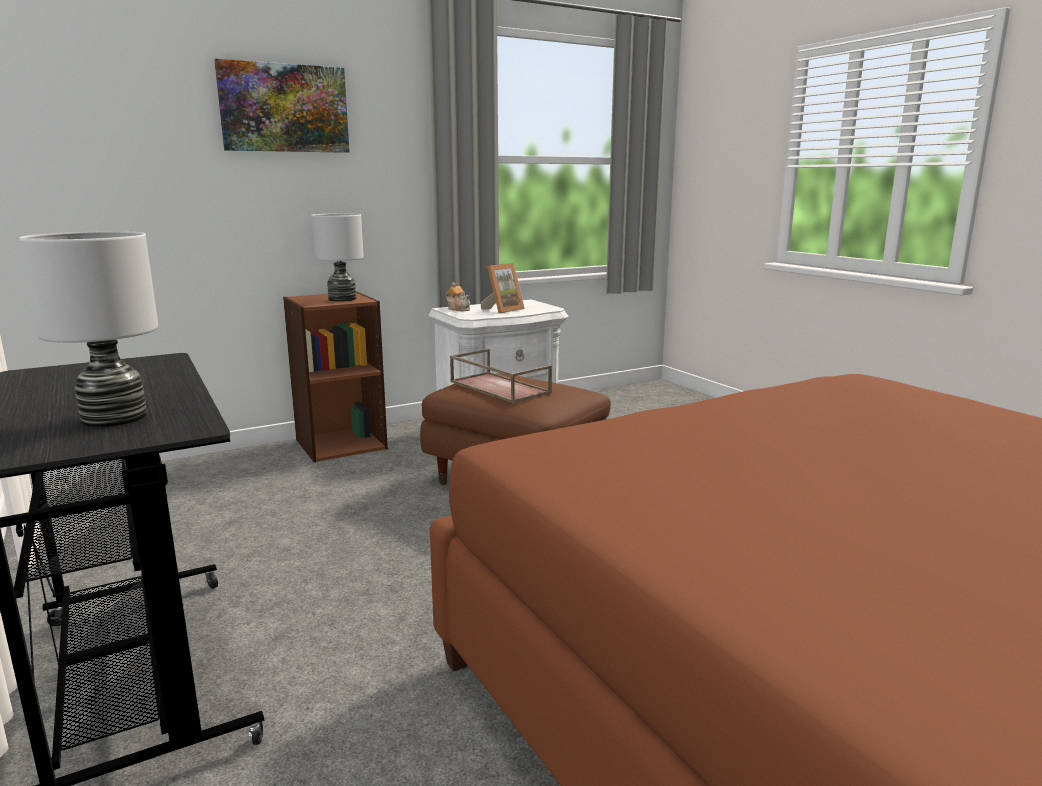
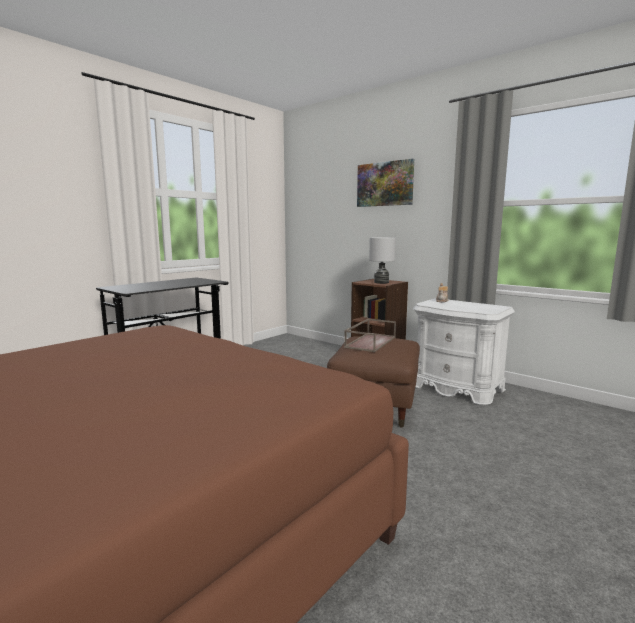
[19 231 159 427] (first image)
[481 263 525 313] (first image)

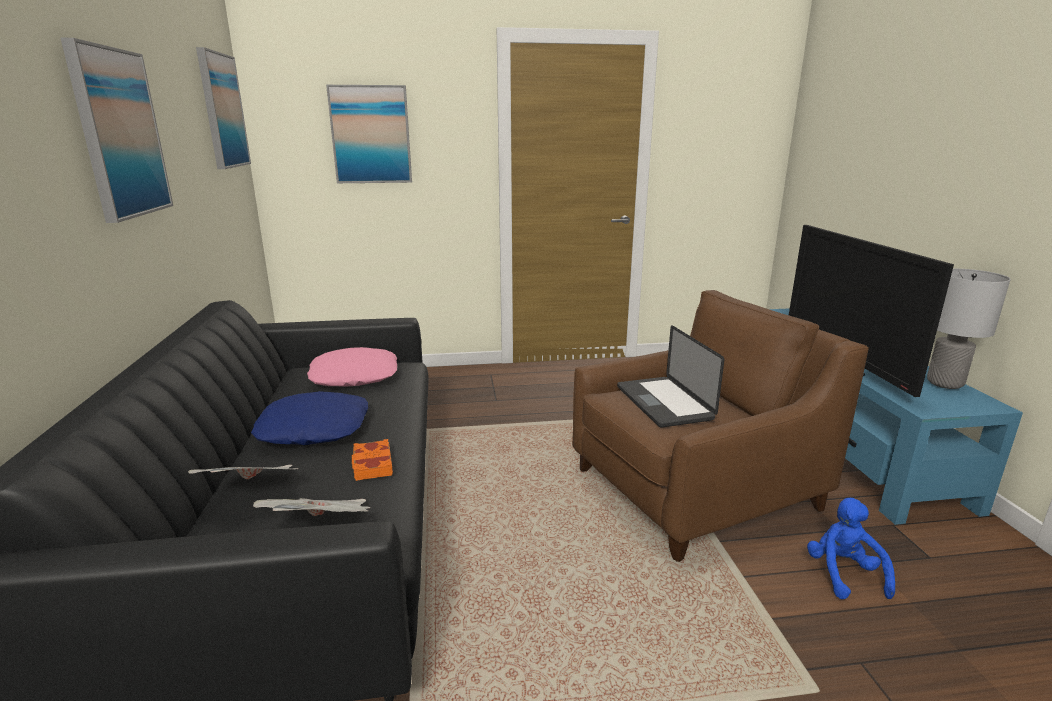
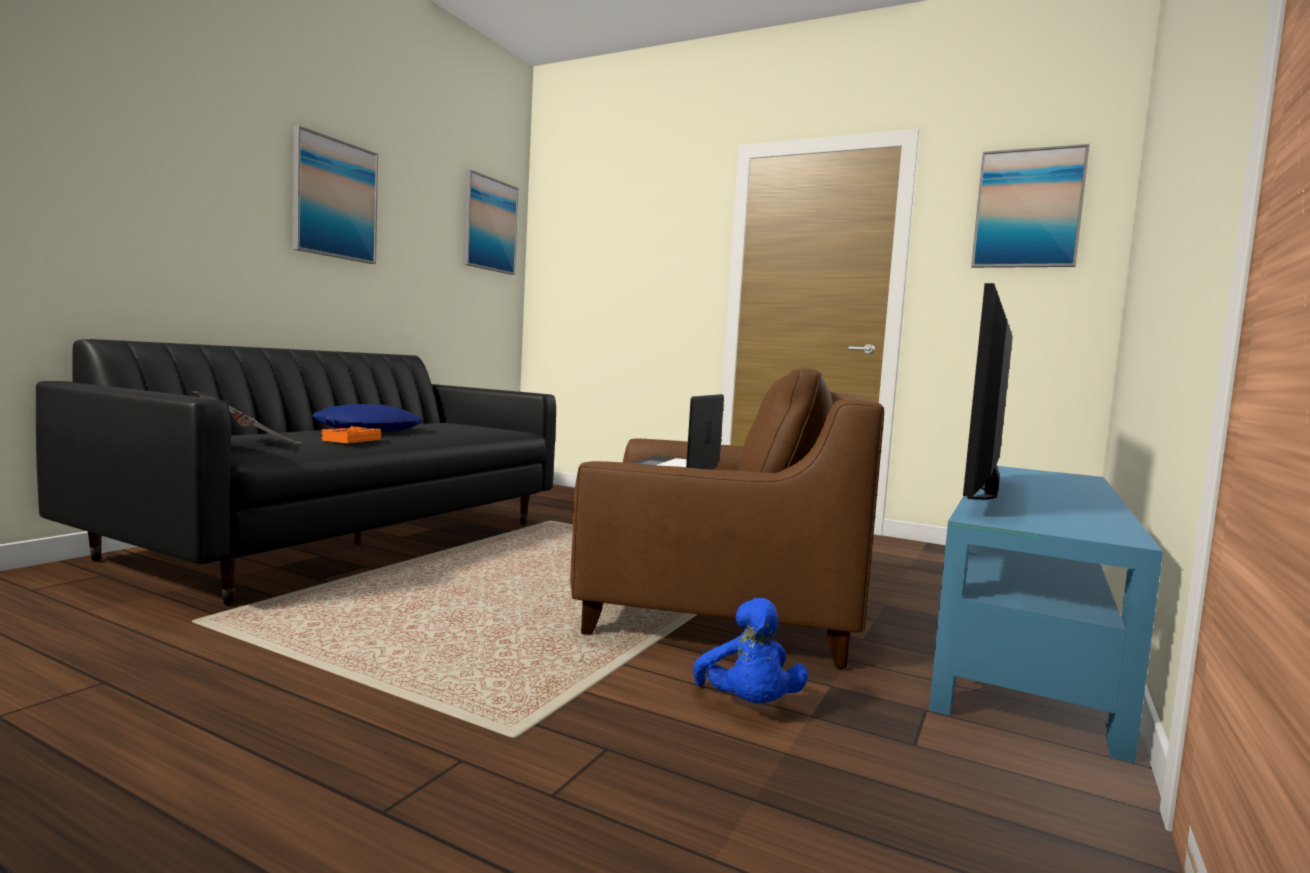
[971 144 1090 268]
[927 269 1011 389] (first image)
[307 347 397 386] (first image)
[188 465 299 479] (first image)
[693 598 808 703]

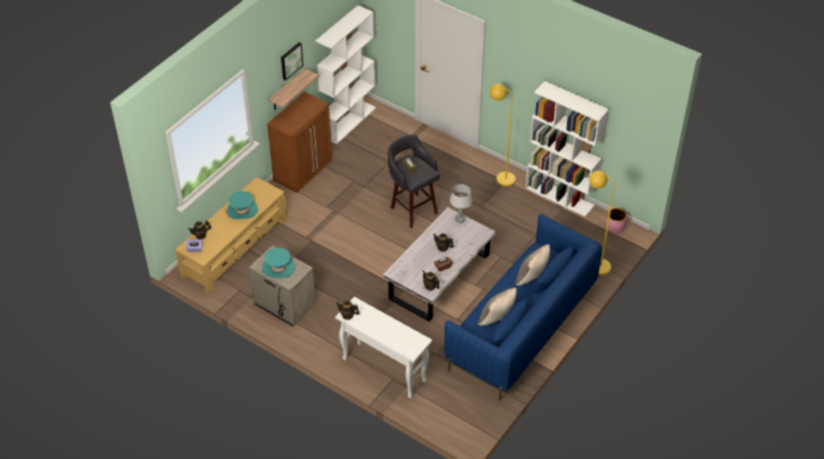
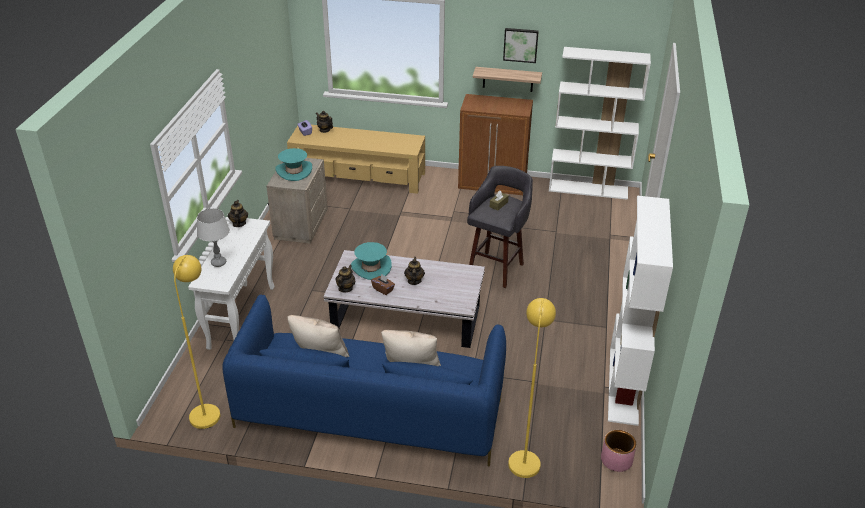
[173 255 220 429]
[197 208 230 267]
[351 242 392 280]

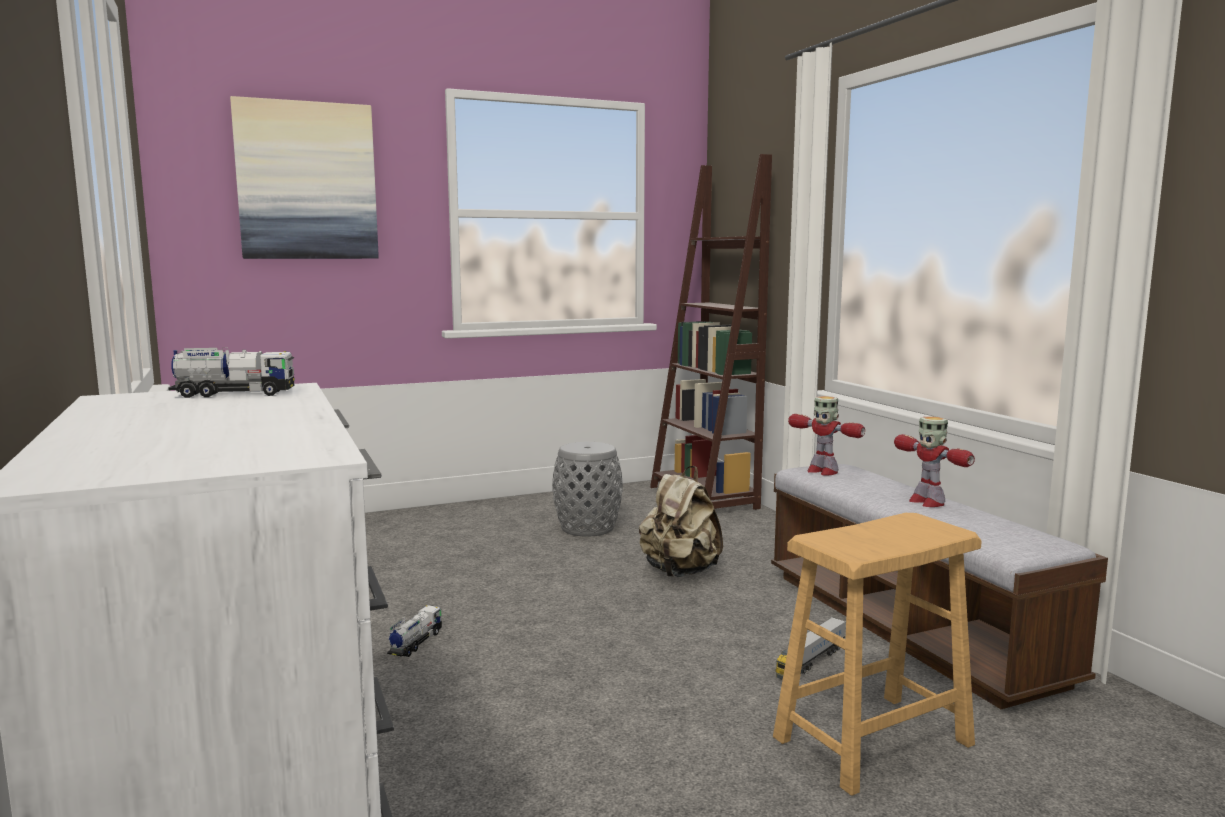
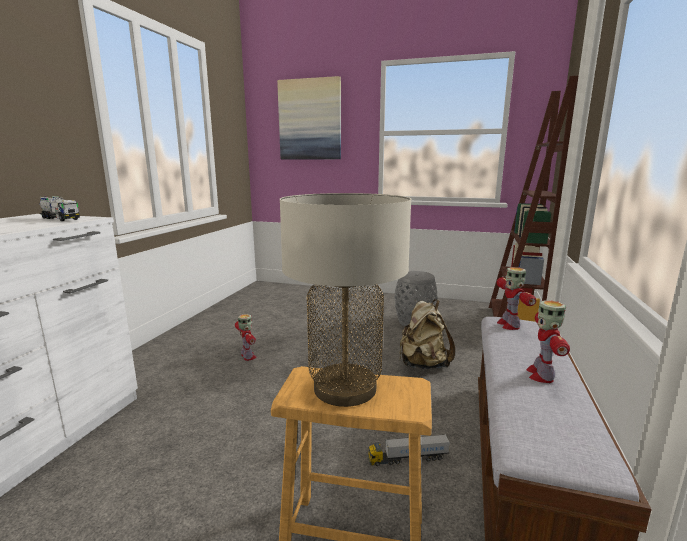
[235 314 256 361]
[280 193 411 407]

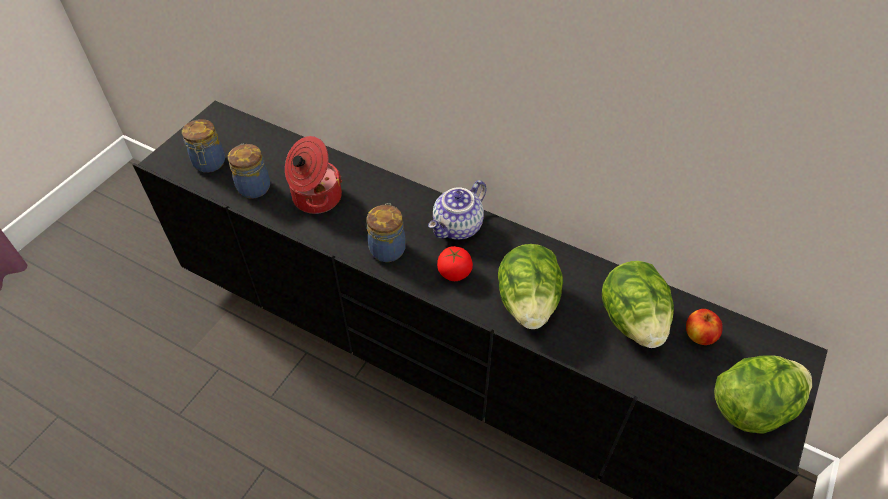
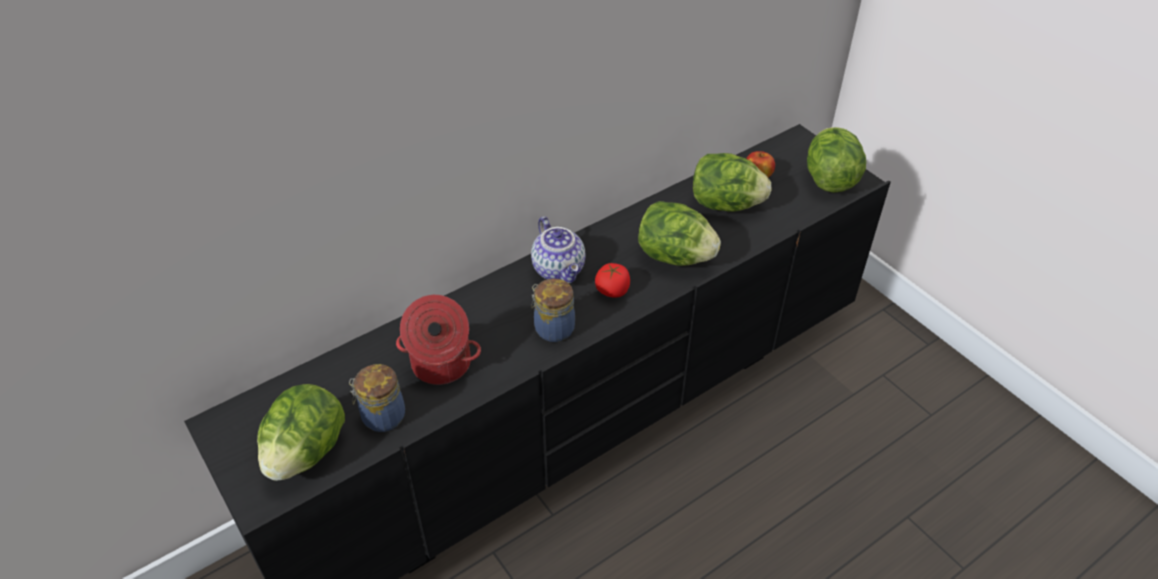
[257 384 345 481]

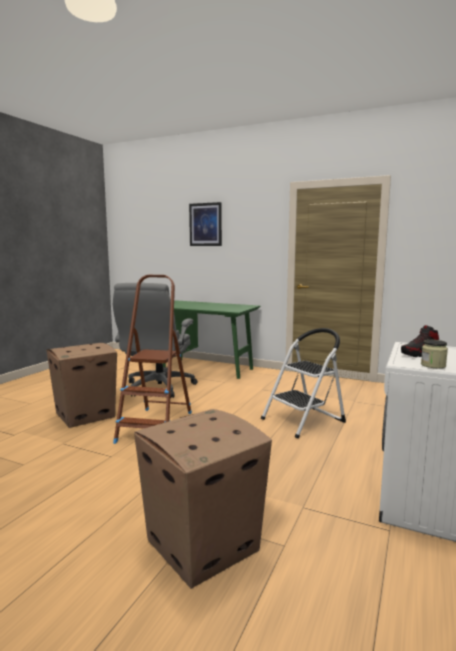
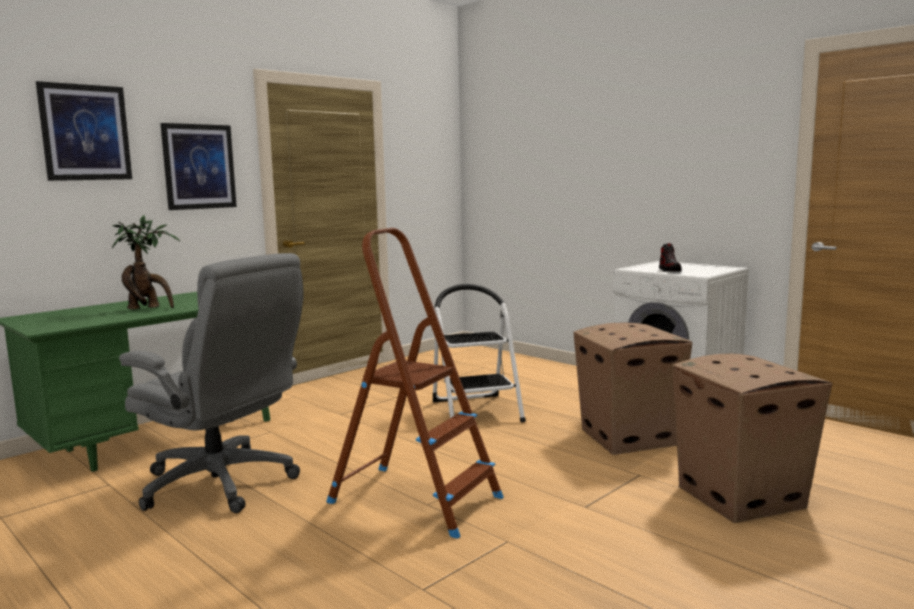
[421 340 448 368] (first image)
[573 323 692 455]
[160 123 237 210]
[112 215 180 310]

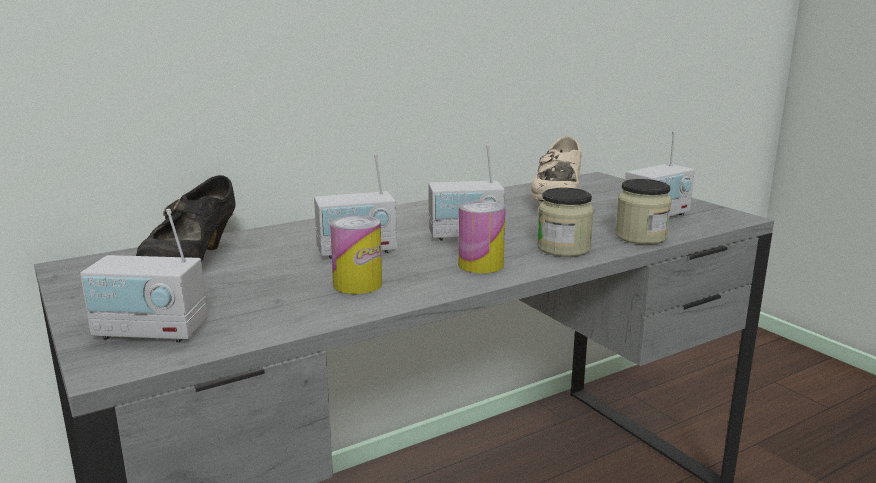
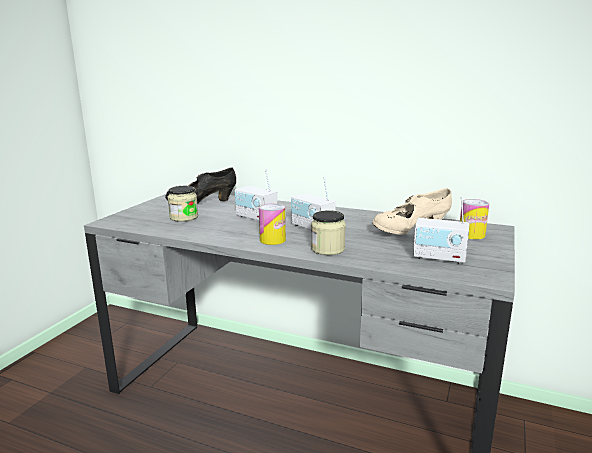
[168 186 198 222]
[80 209 208 343] (first image)
[460 199 489 239]

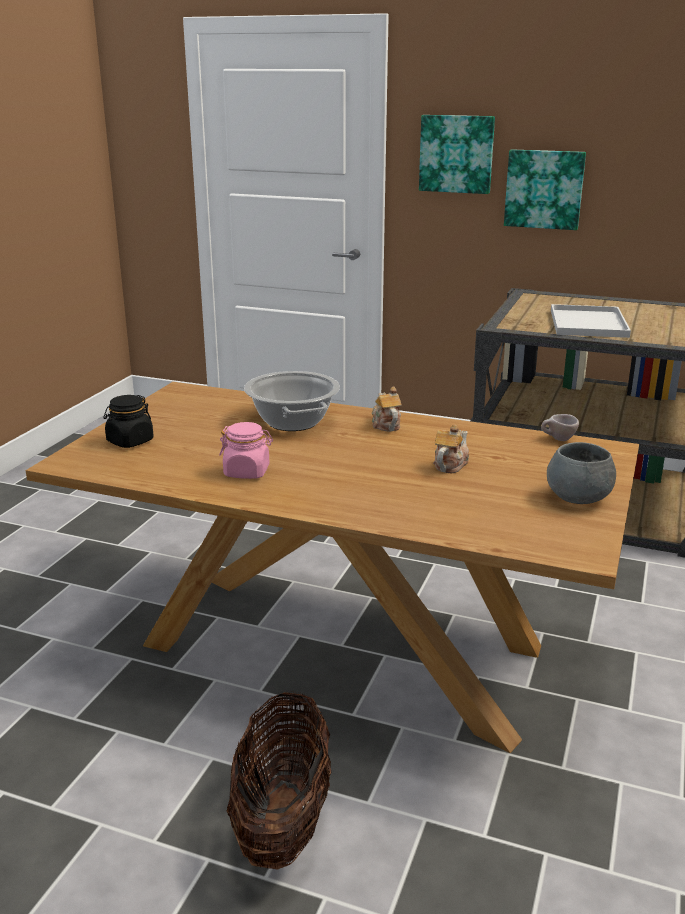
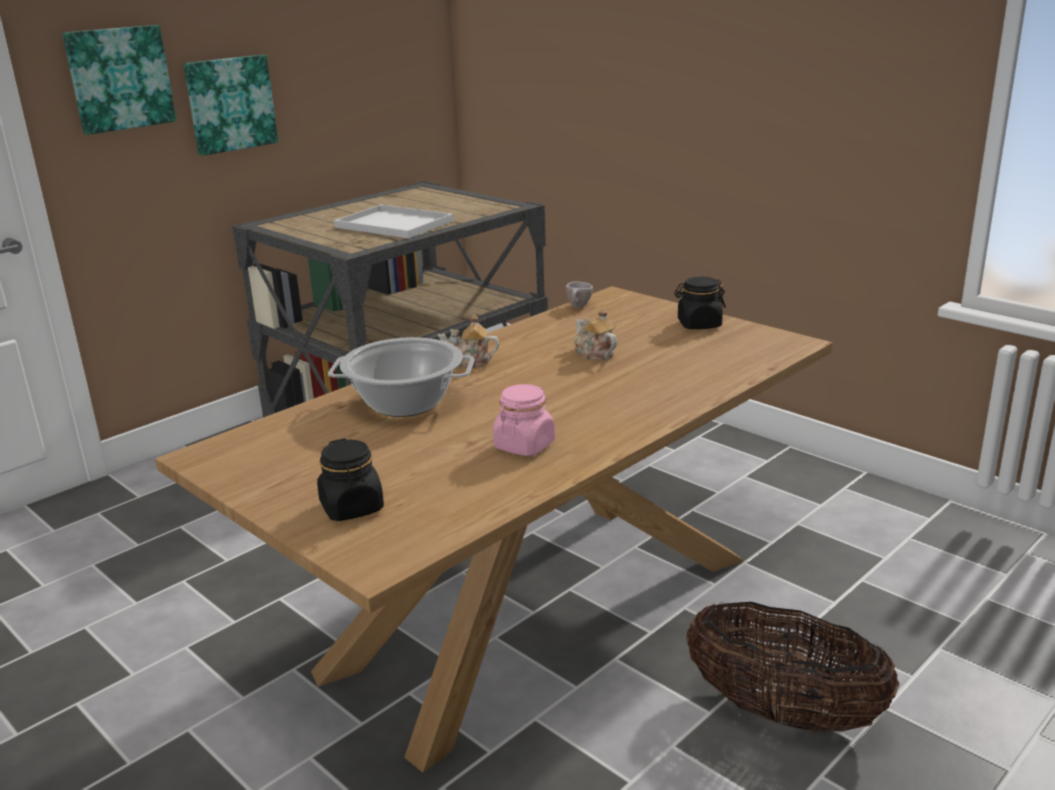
[674 277 726 329]

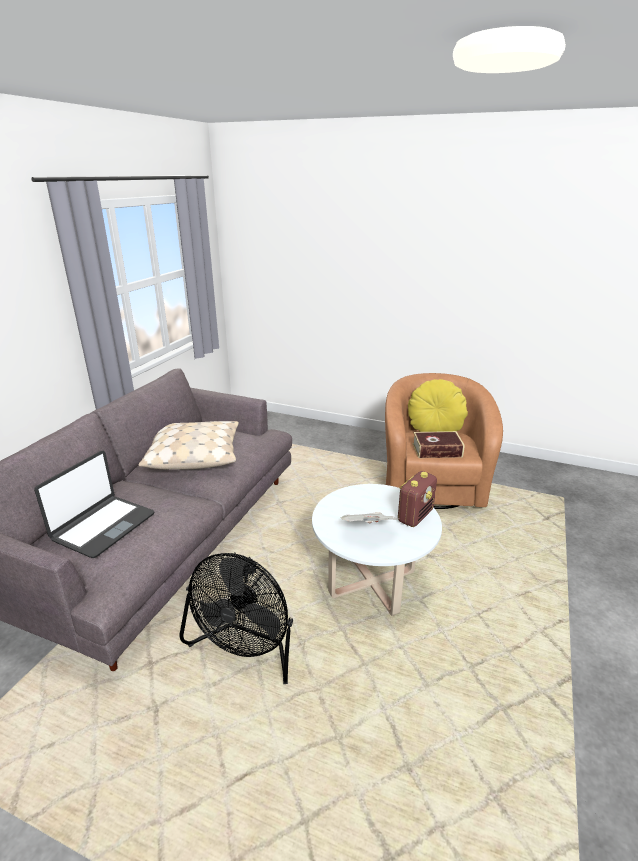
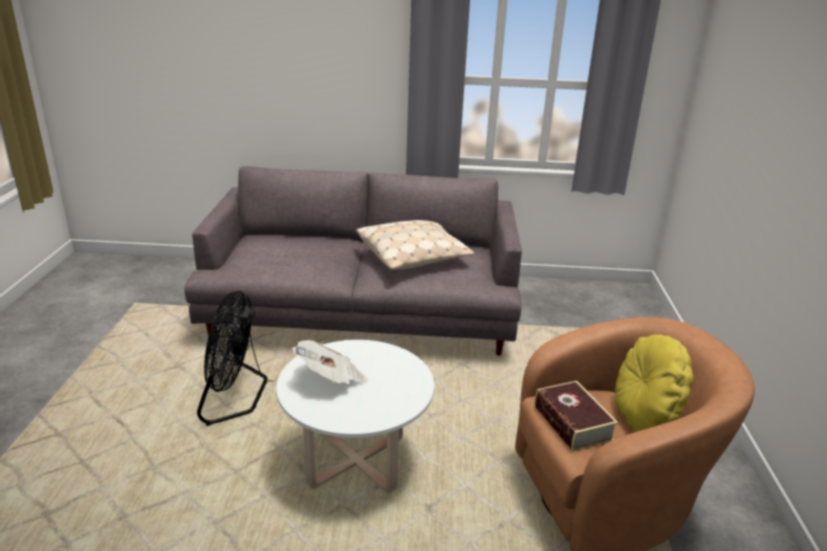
[34 451 155 558] (first image)
[398 471 437 527] (first image)

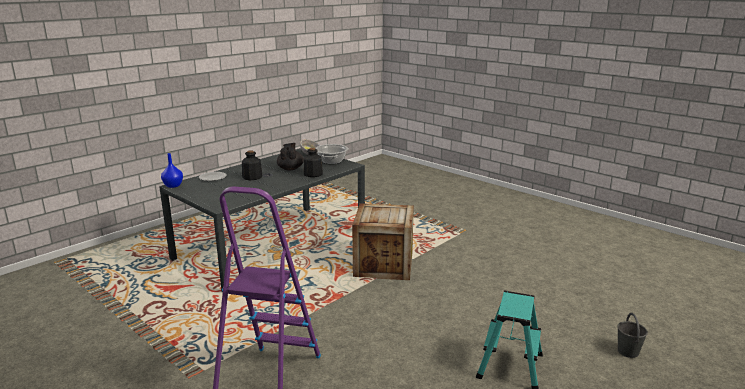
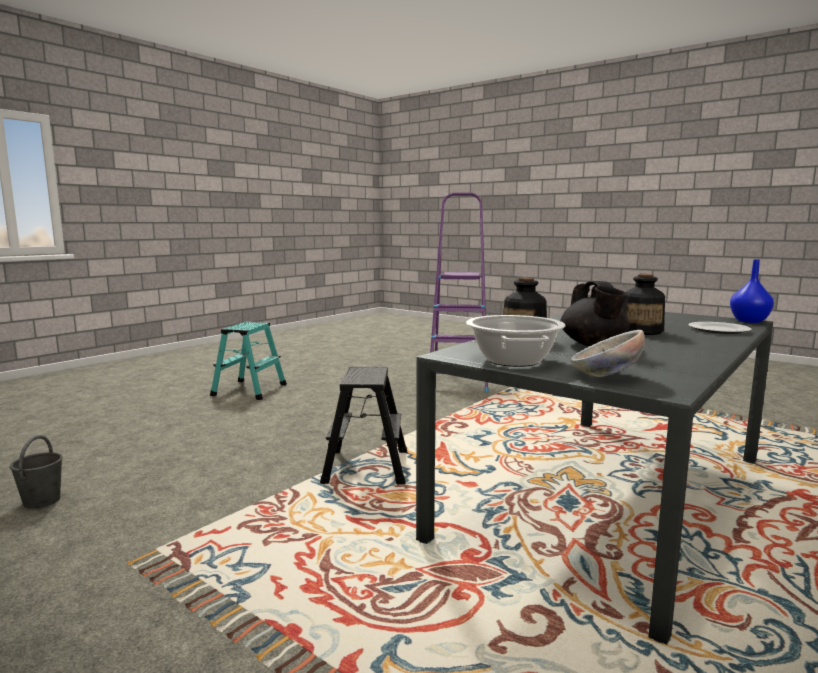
[320 367 407 485]
[10 435 63 509]

